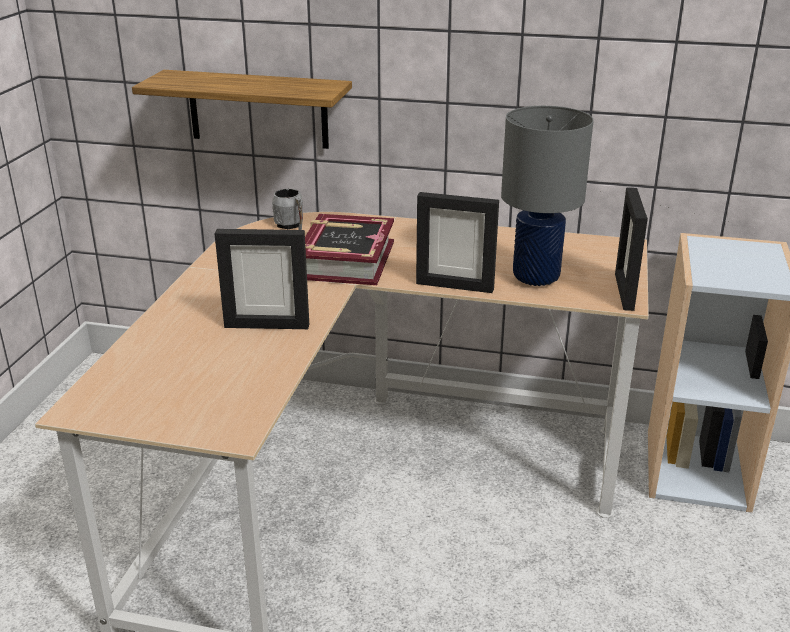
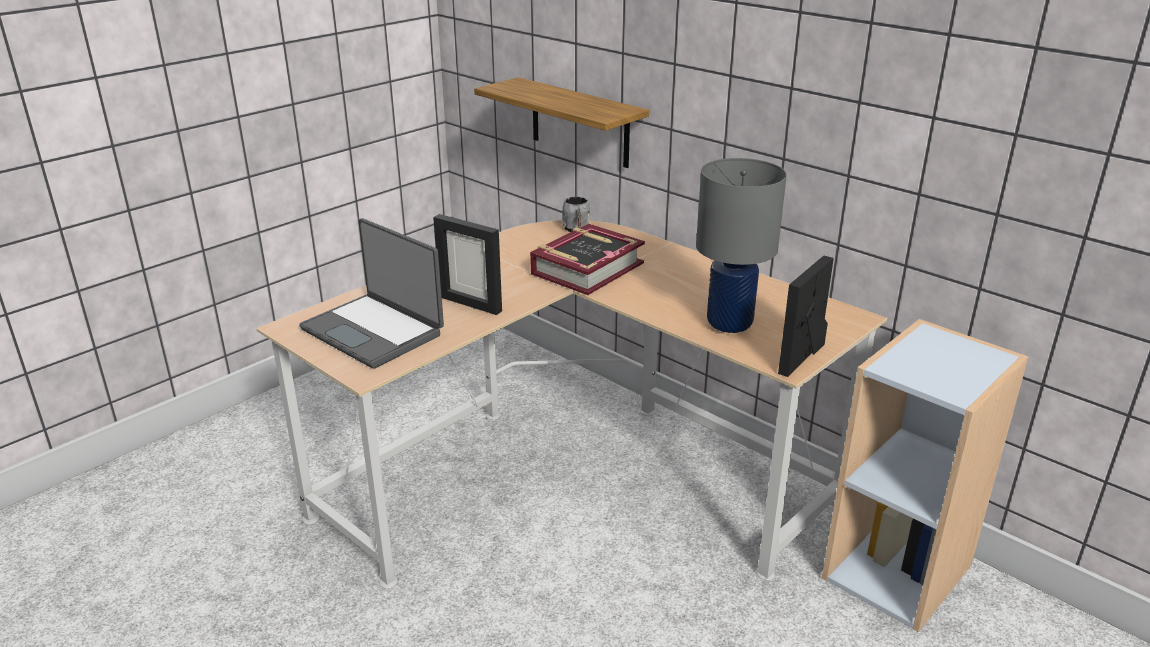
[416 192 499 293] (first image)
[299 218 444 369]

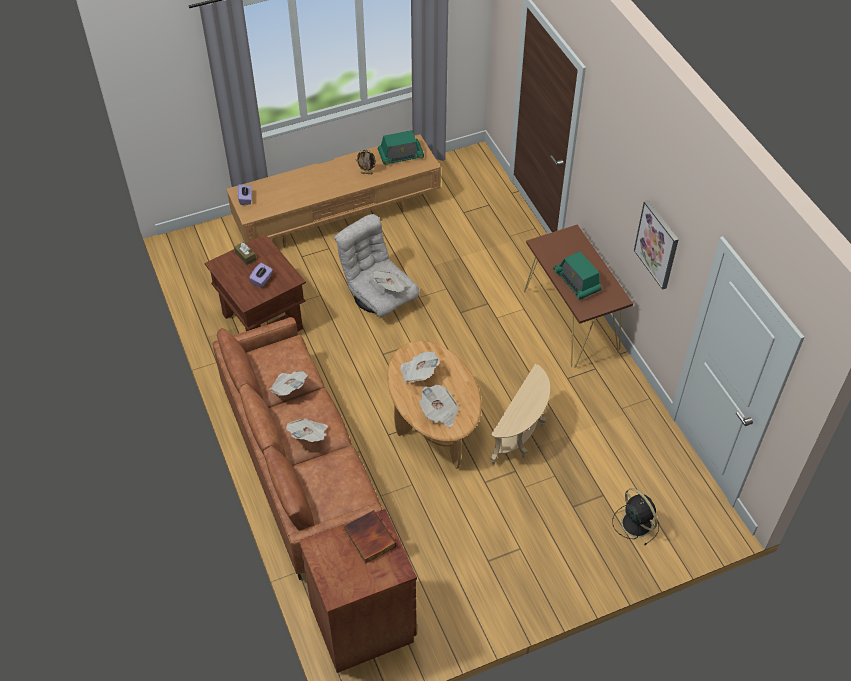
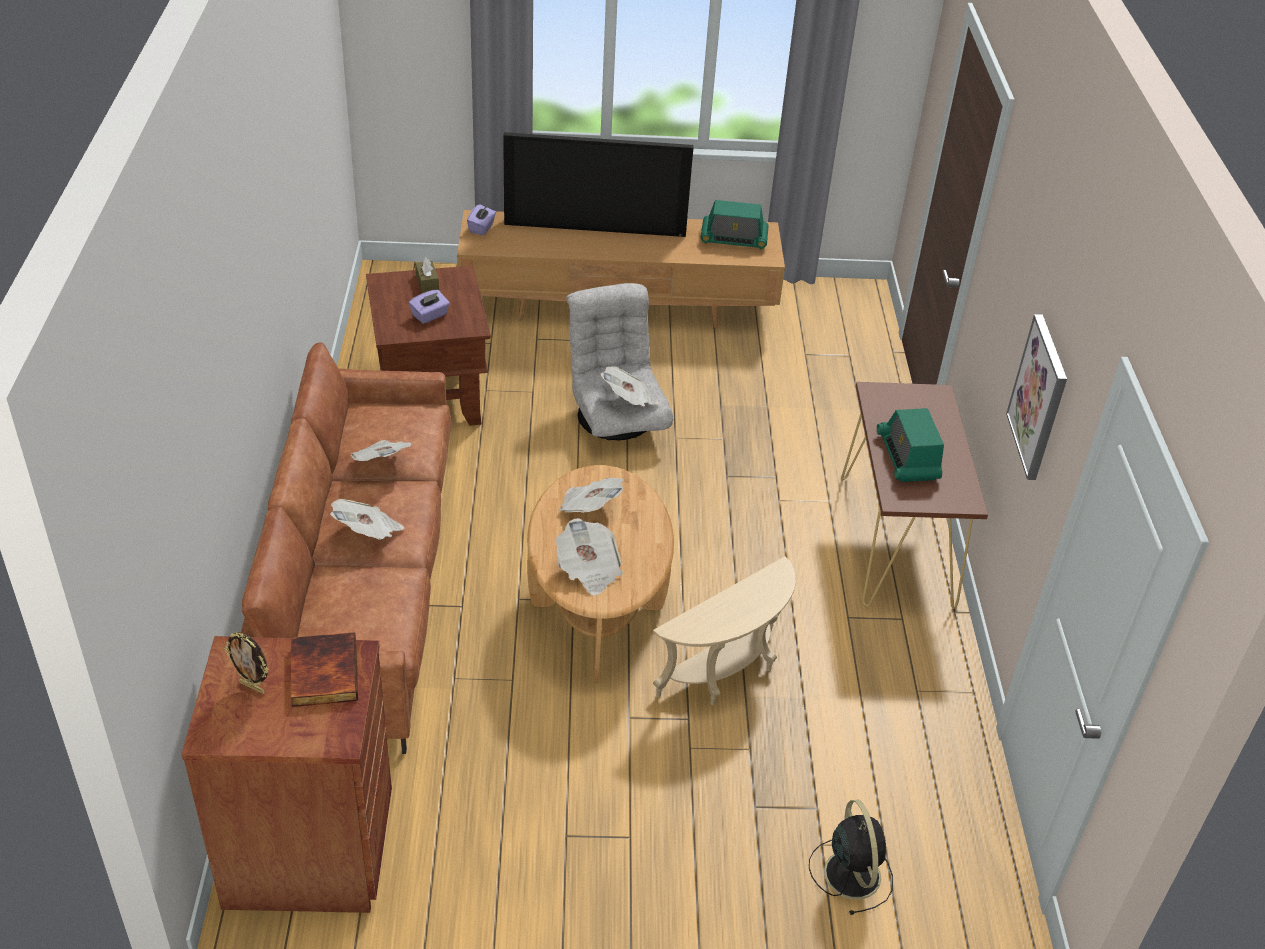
[224 632 268 694]
[503 132 694 237]

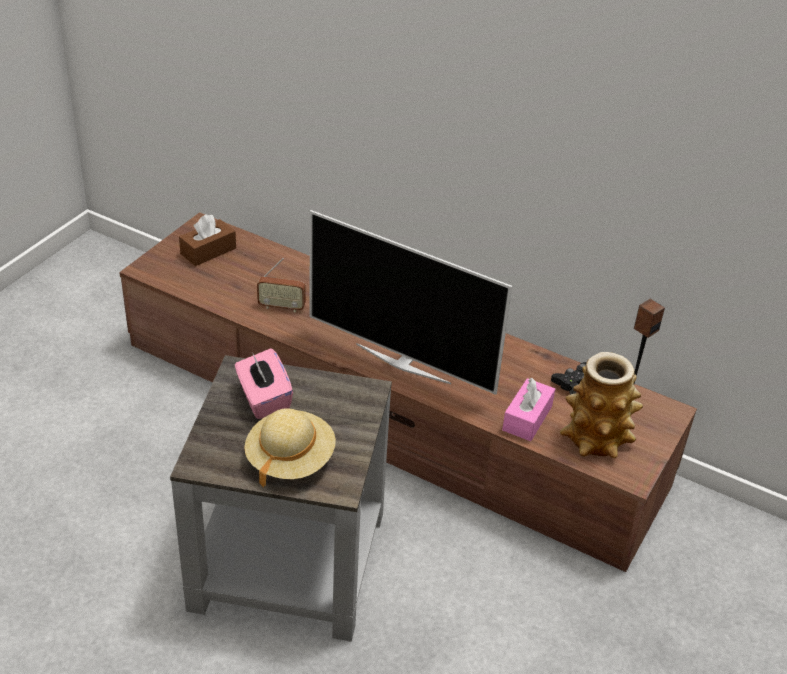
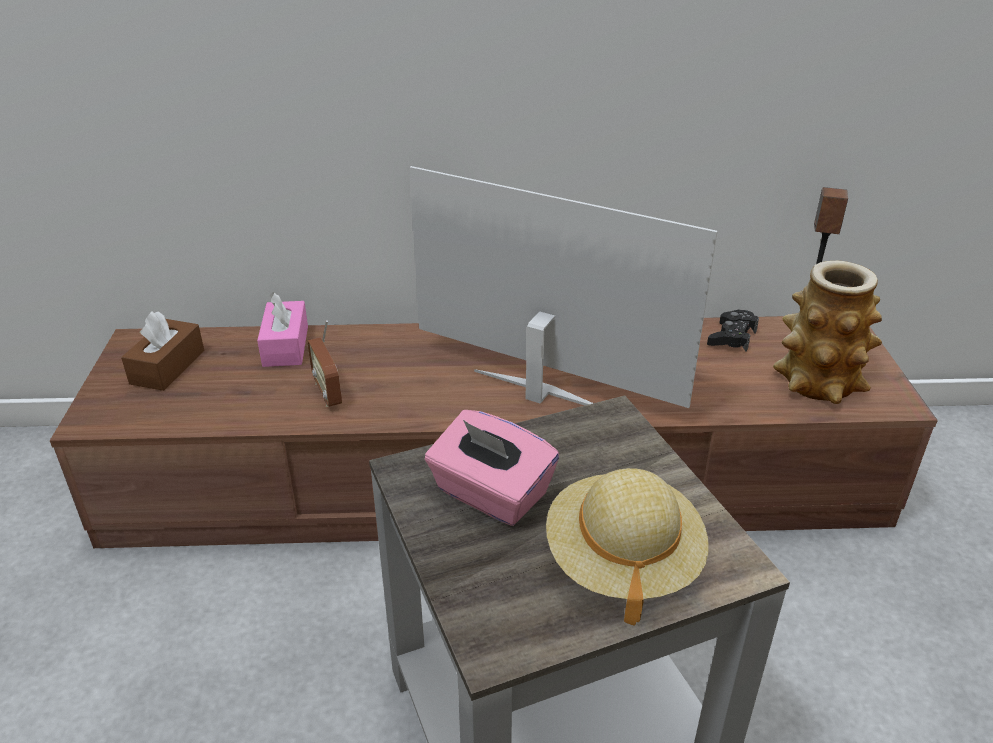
[410 166 718 408]
[307 320 342 407]
[257 292 308 367]

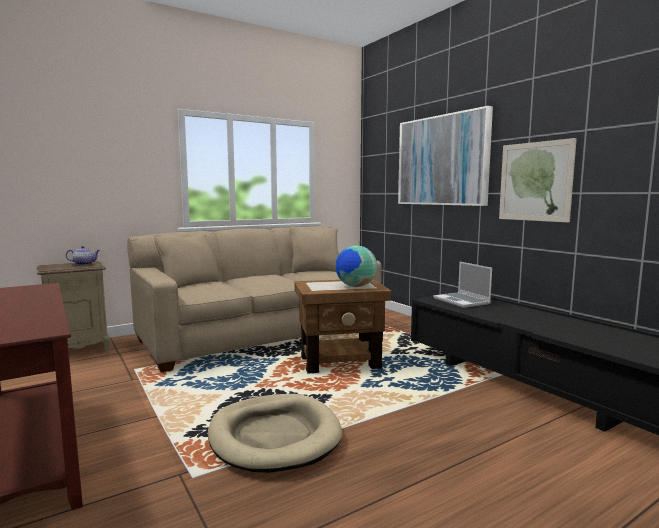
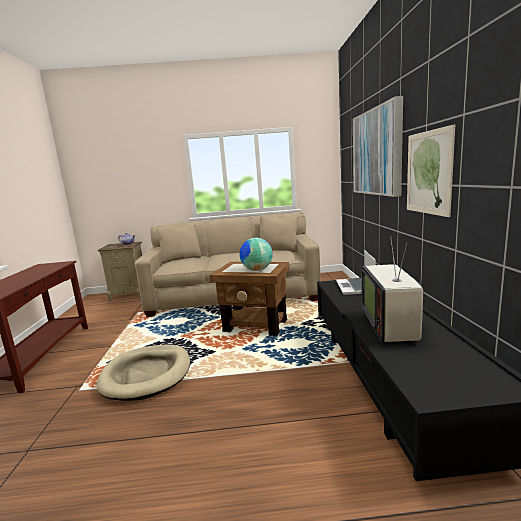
[362 236 423 344]

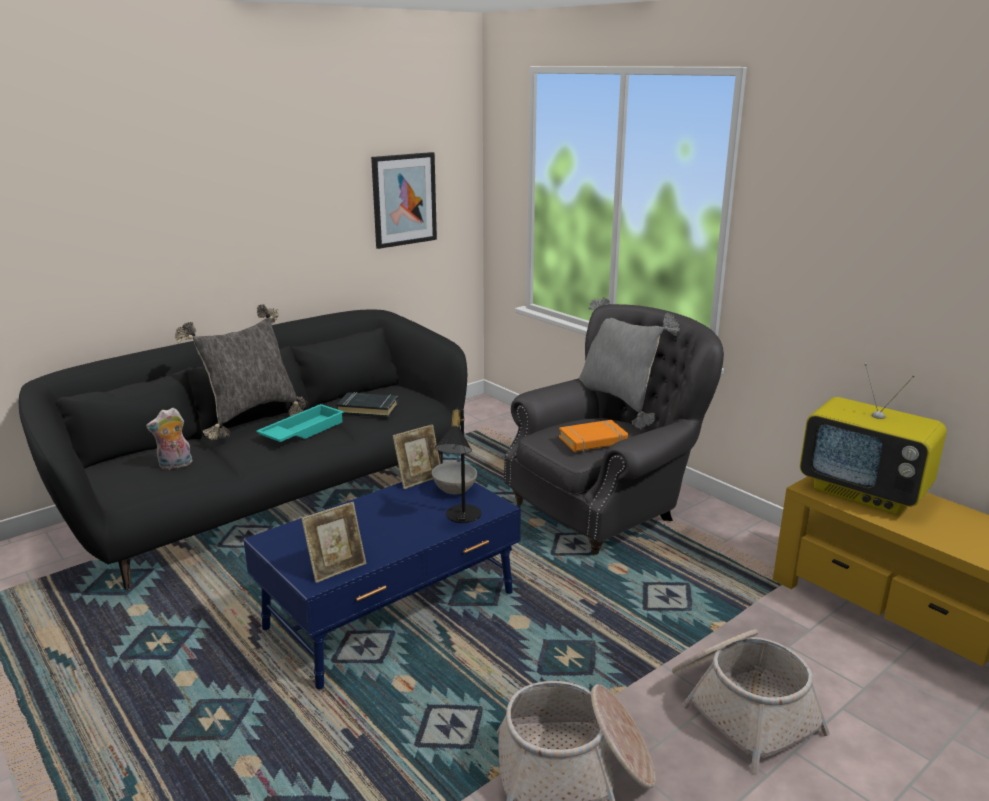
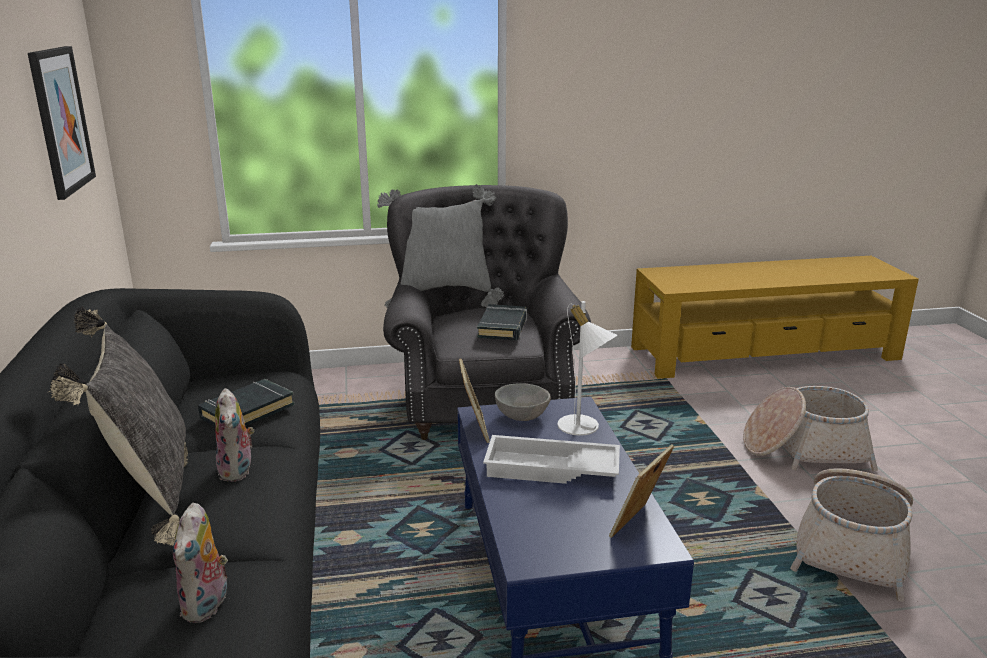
[800 363 947 515] (first image)
[215 388 255 482]
[557 301 617 436]
[477 304 527 340]
[609 444 674 538]
[483 435 620 484]

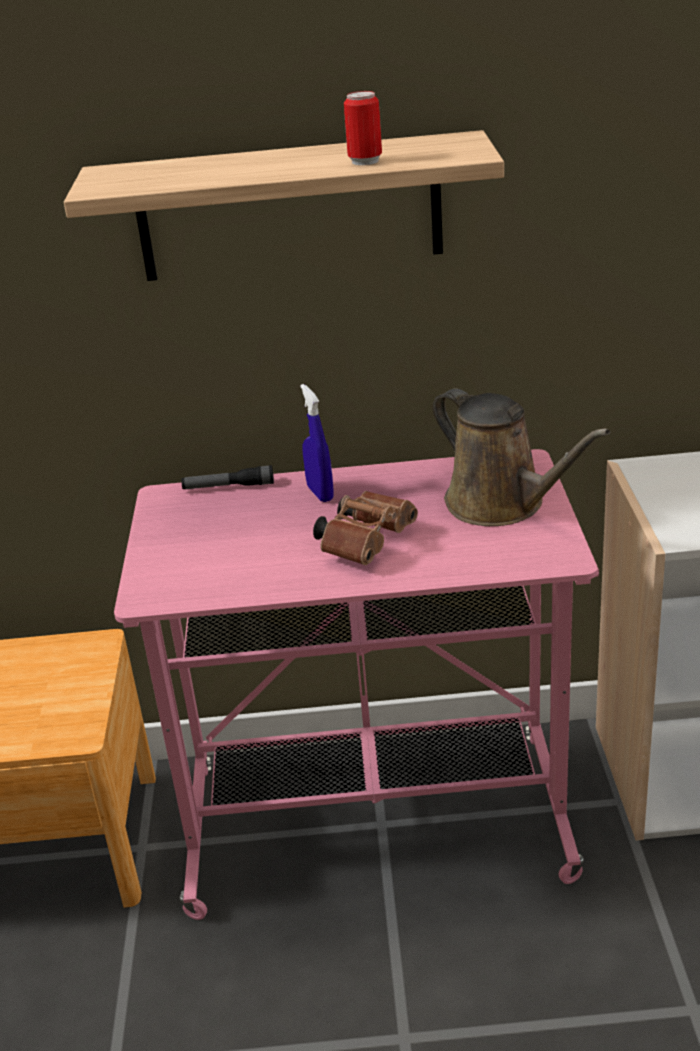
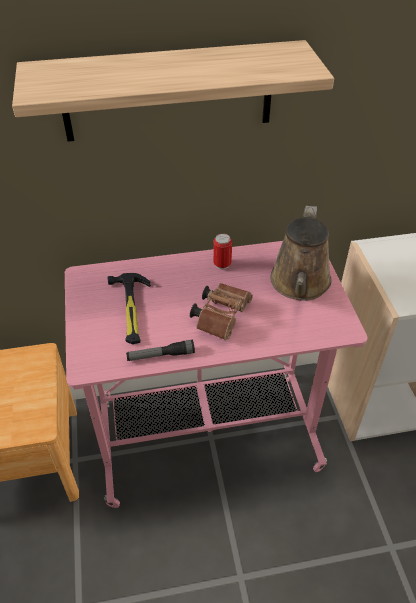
[213 233 232 270]
[301 384 334 502] (first image)
[270 206 332 301]
[126 339 195 361]
[107 273 151 344]

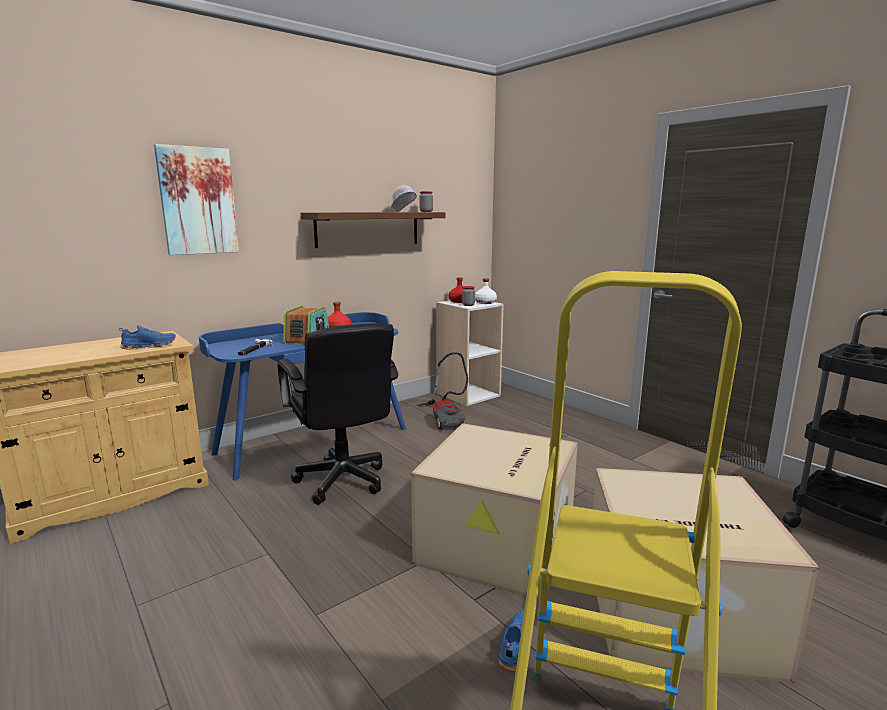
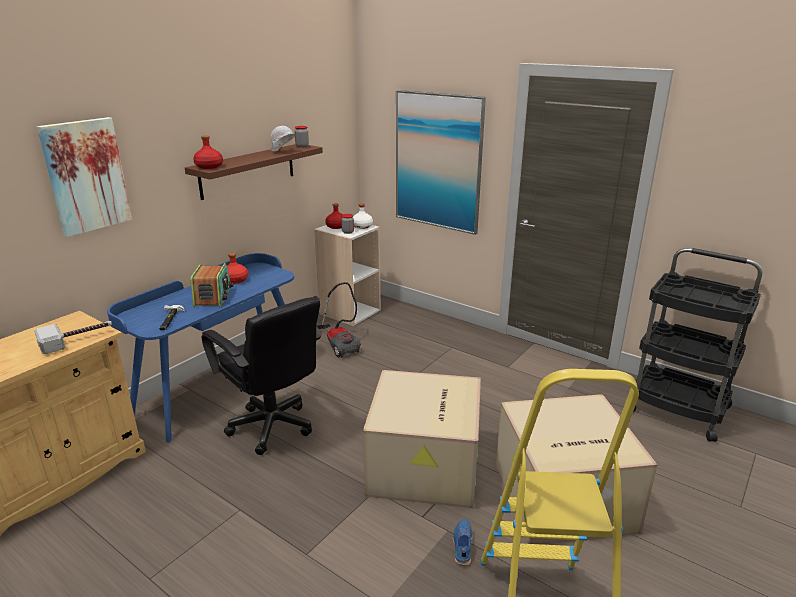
[34 321 112 354]
[396 90 486 235]
[193 135 223 169]

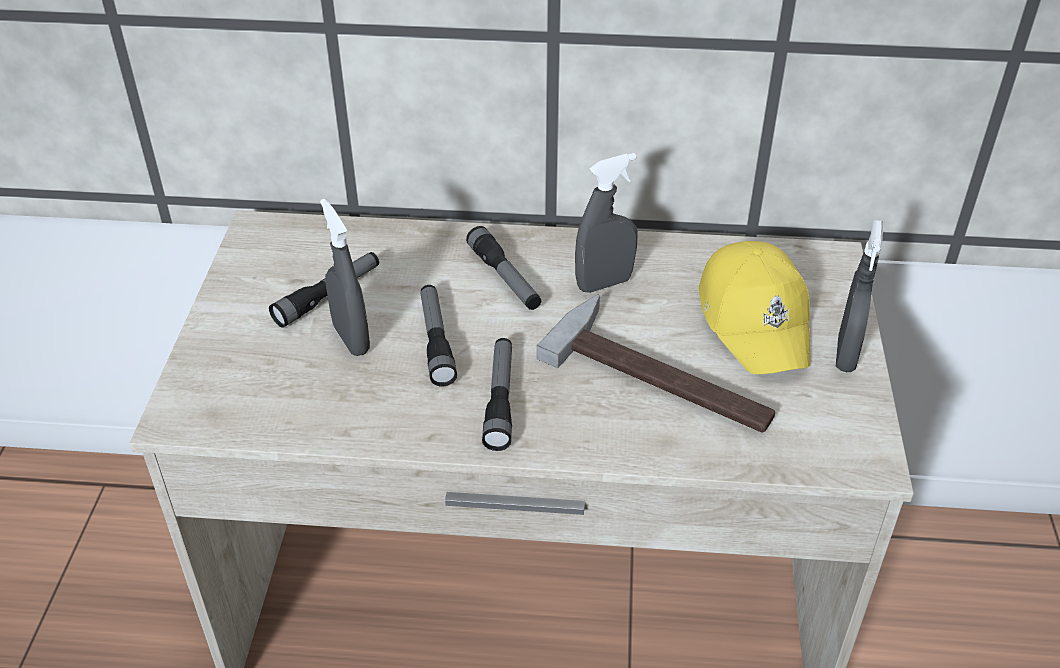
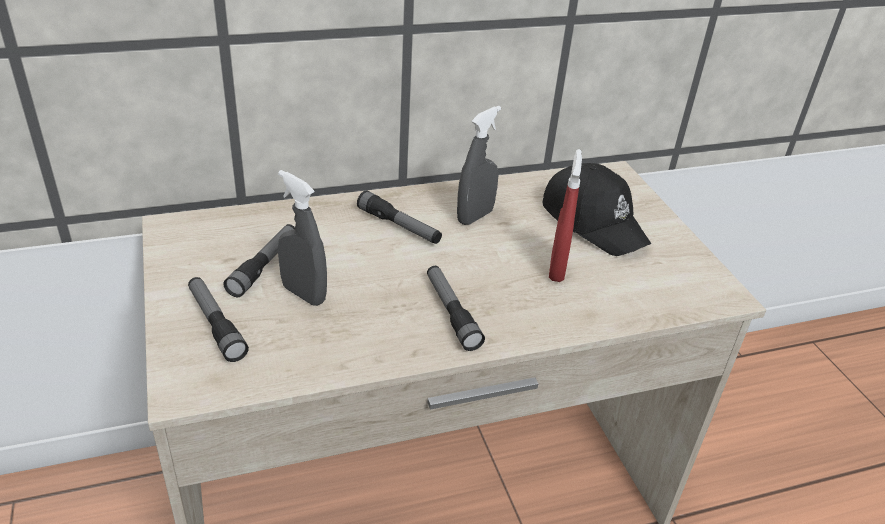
[836 220 883 372] (first image)
[543 163 651 256]
[188 277 249 362]
[549 149 582 282]

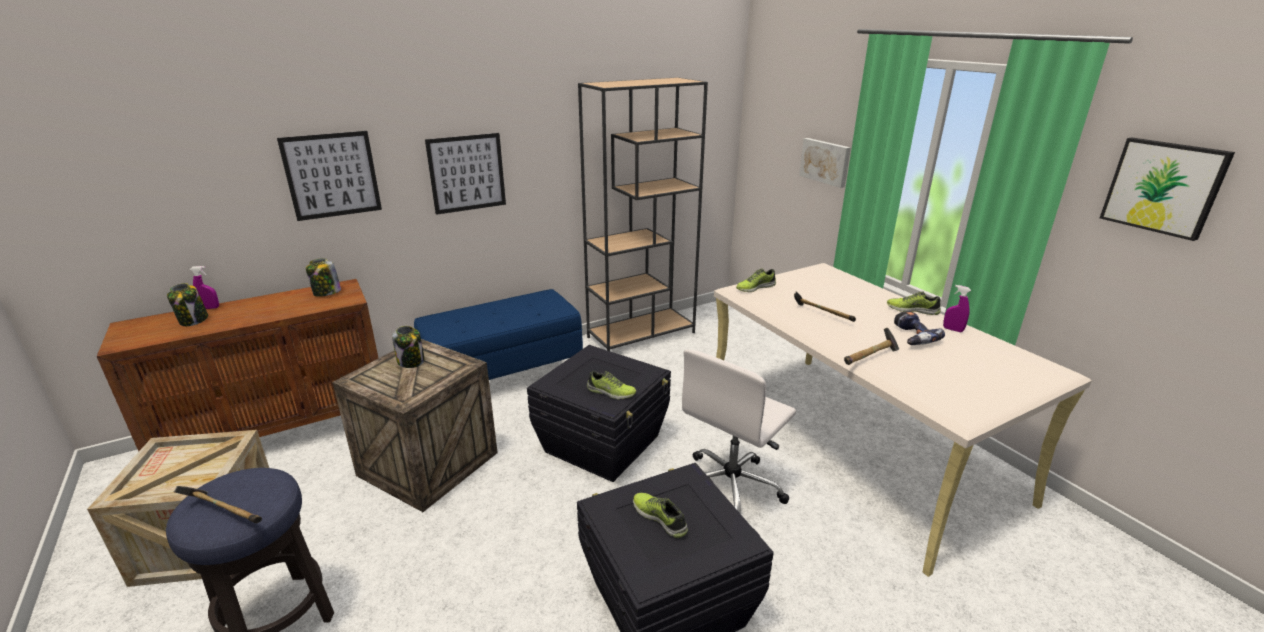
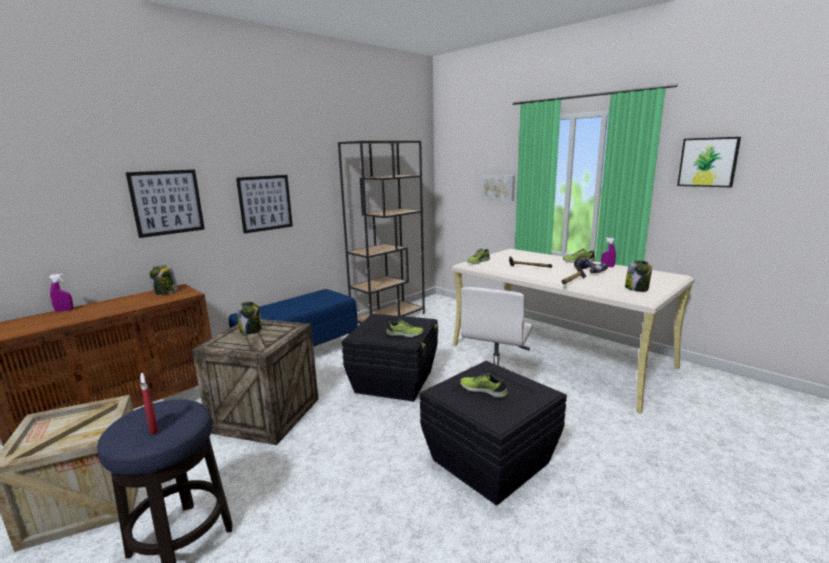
[625 260 652 292]
[140 373 158 435]

